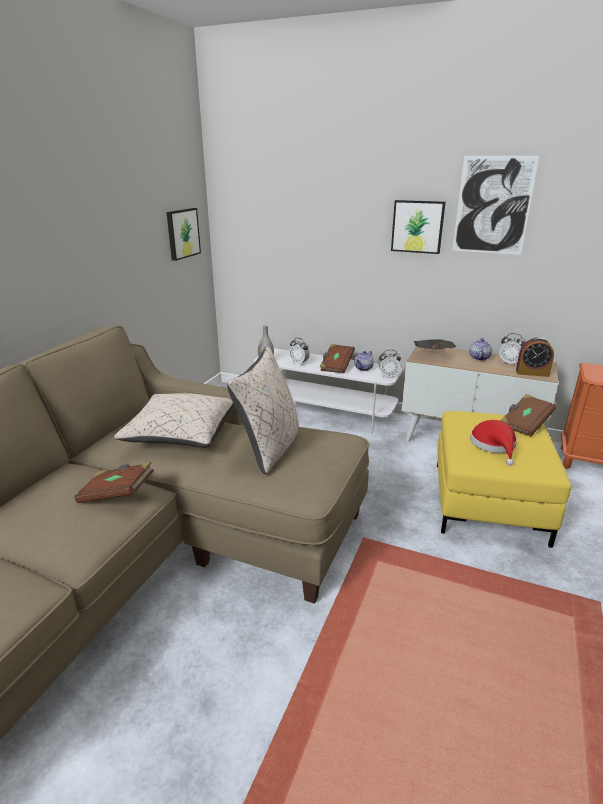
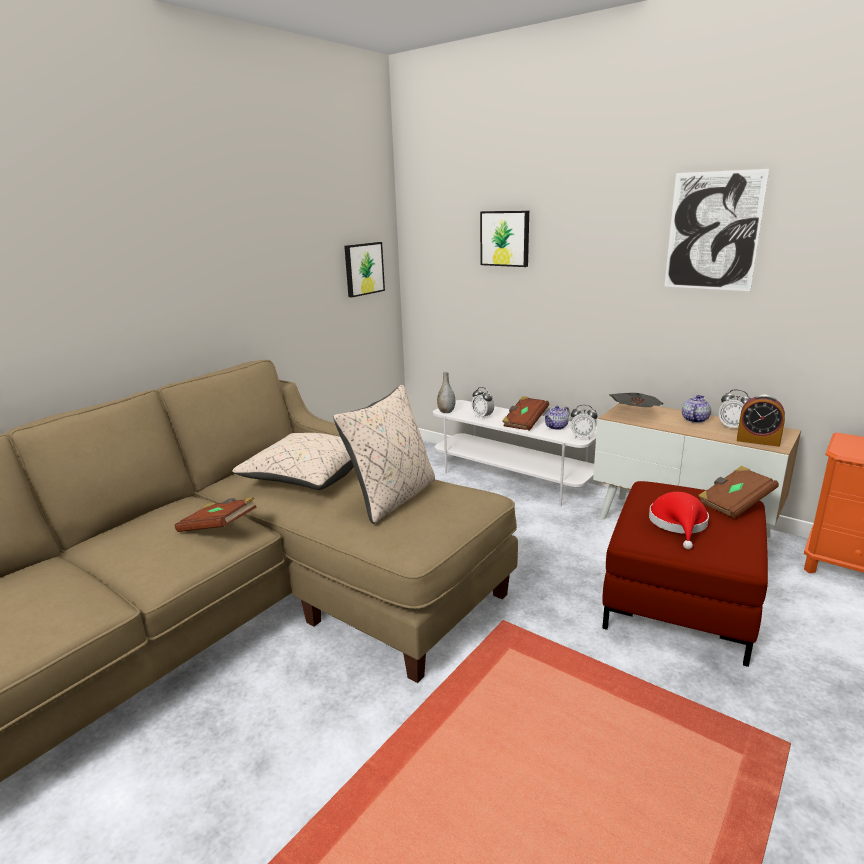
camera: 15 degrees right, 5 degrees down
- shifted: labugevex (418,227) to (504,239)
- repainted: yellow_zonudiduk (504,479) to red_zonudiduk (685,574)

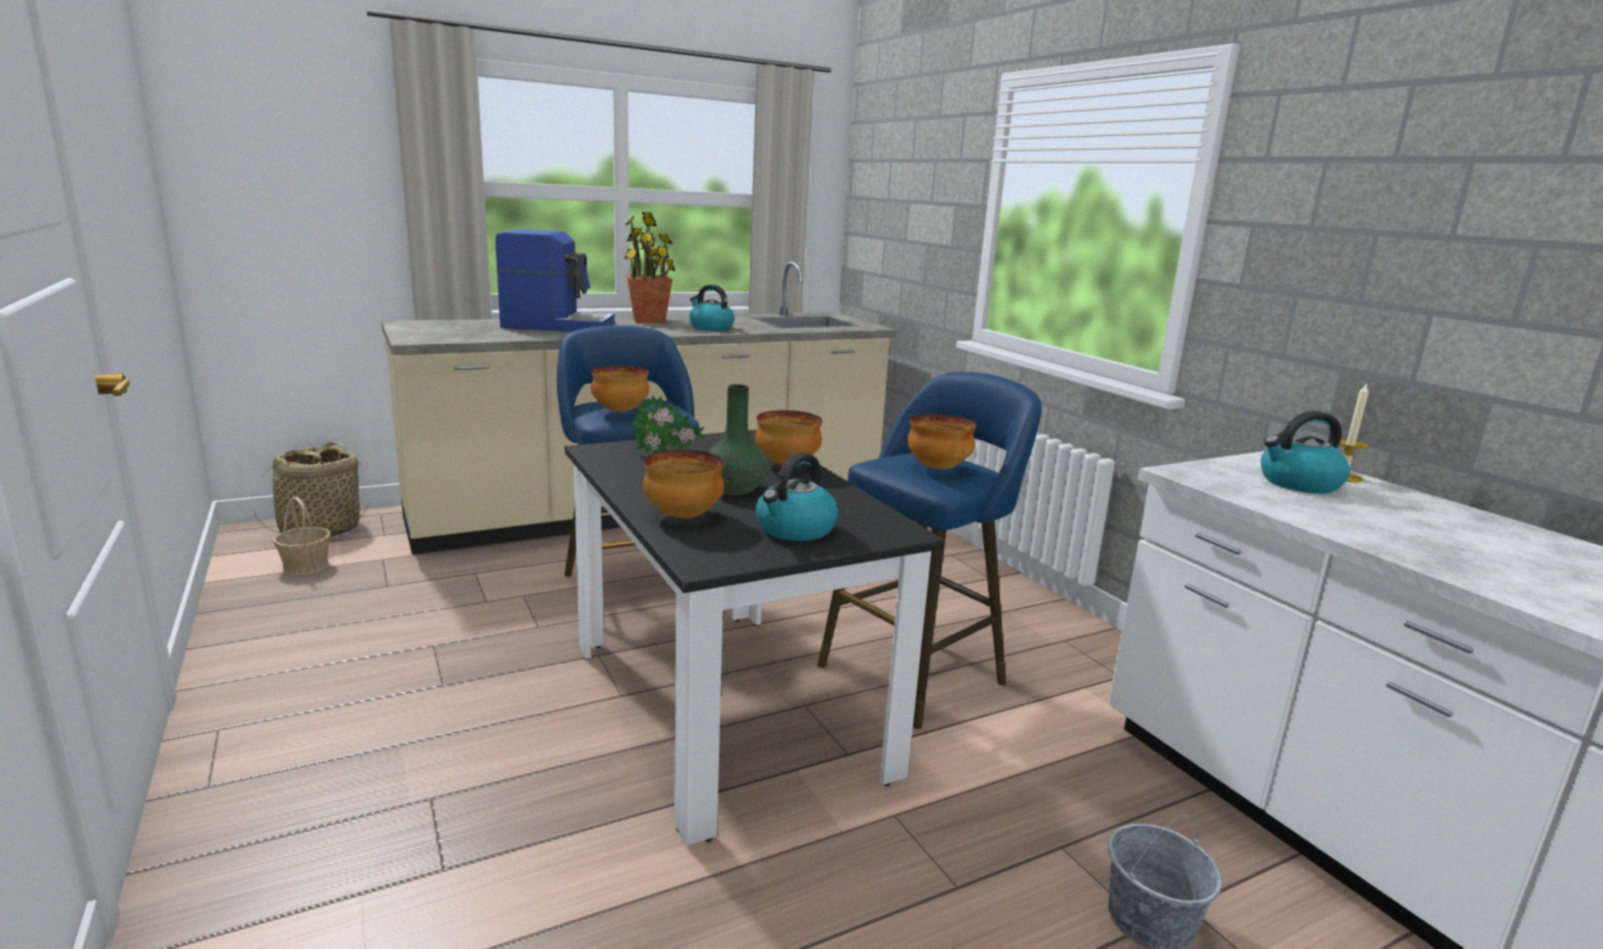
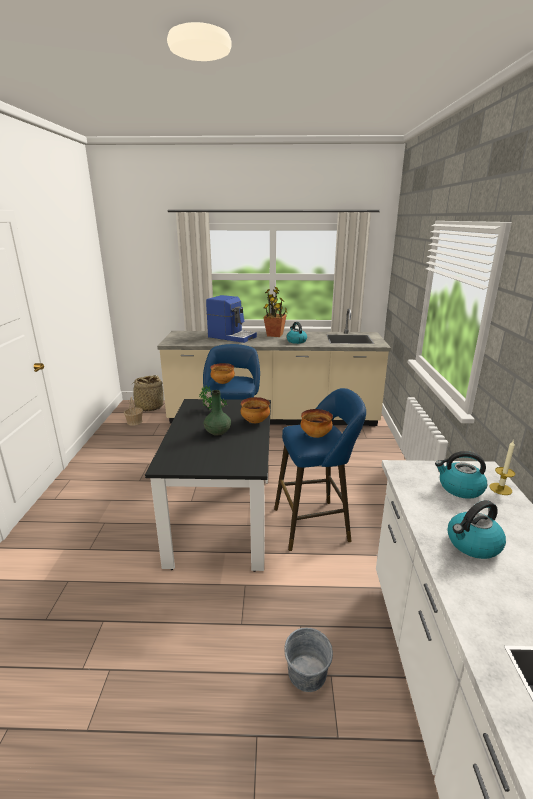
camera: 30 degrees right, 5 degrees up
- gone: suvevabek (683,484)
- shifted: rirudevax (797,496) to (477,529)

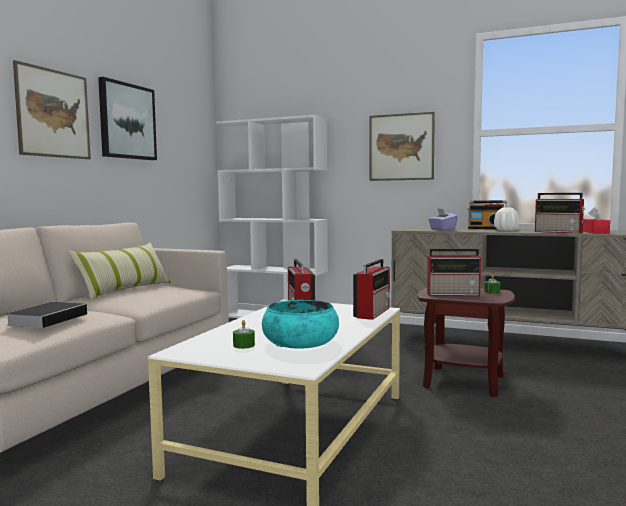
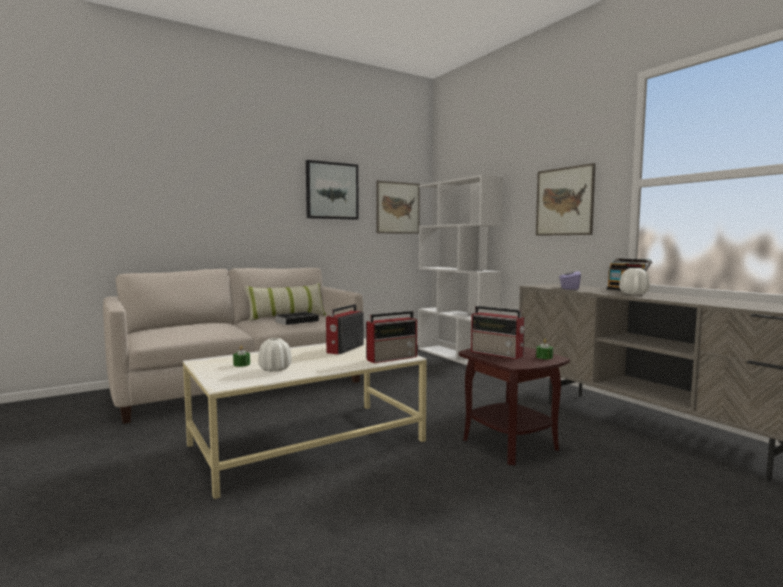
camera: 35 degrees right, 0 degrees up
- shifted: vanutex (49,315) to (297,318)
- shifted: labugevex (52,109) to (398,207)
- swapped: turquoise_suvevabek (300,324) to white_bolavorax (275,355)
- gone: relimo (560,213)
- gone: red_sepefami (596,220)

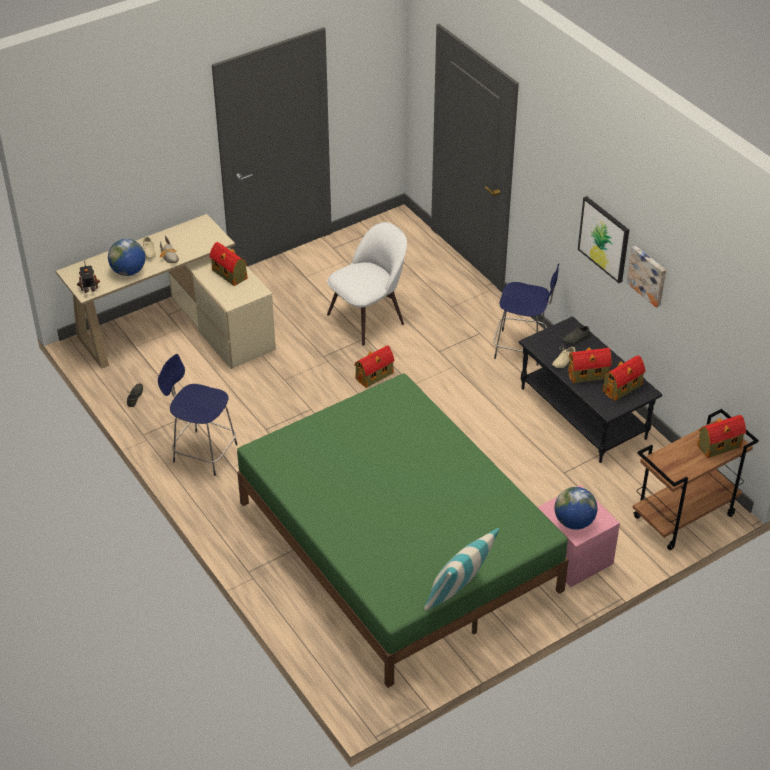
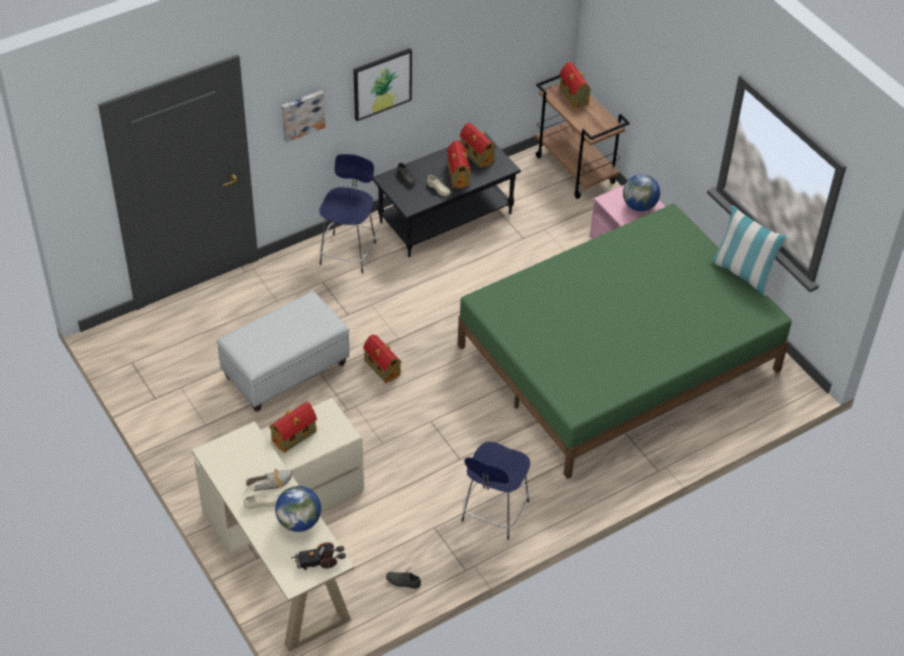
camera: 90 degrees left, 5 degrees up
- swapped: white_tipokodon (367,284) to white_zonudiduk (283,351)
- shifted: labugevex (646,277) to (304,116)

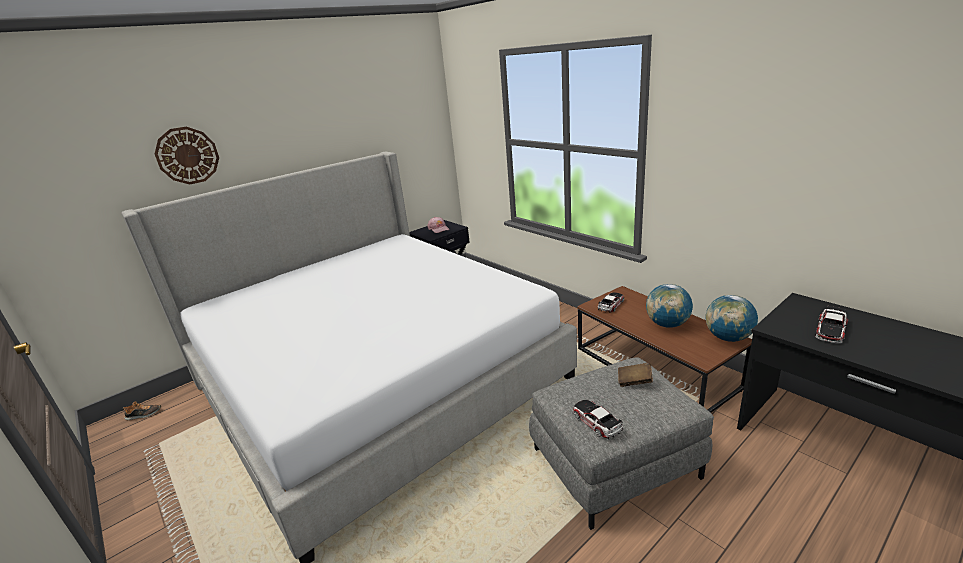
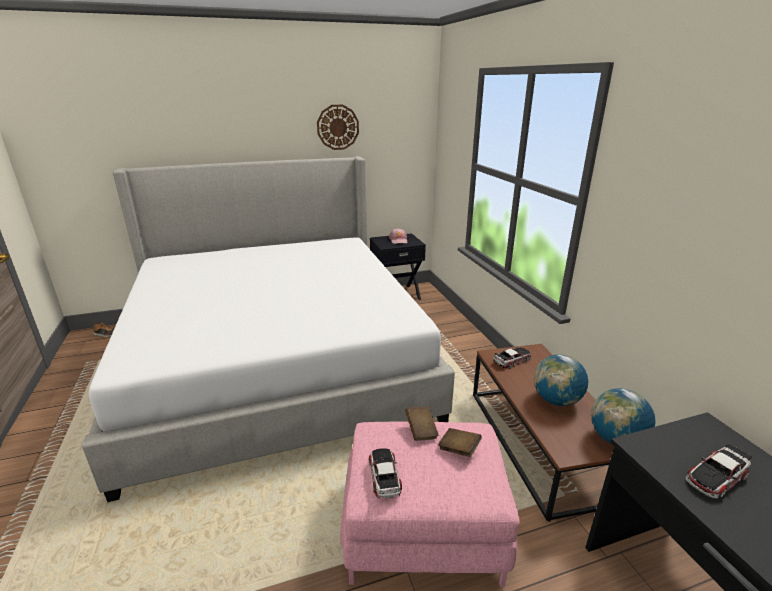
camera: 20 degrees right, 0 degrees up
- shifted: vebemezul (187,156) to (338,127)
- repainted: grey_zonudiduk (621,443) to pink_zonudiduk (430,504)
- new: brown_vanutex (422,423)

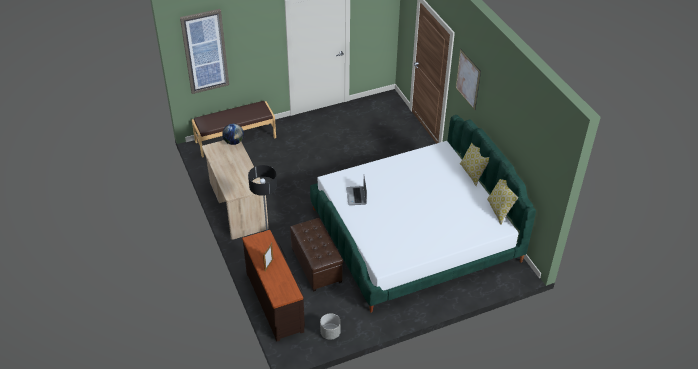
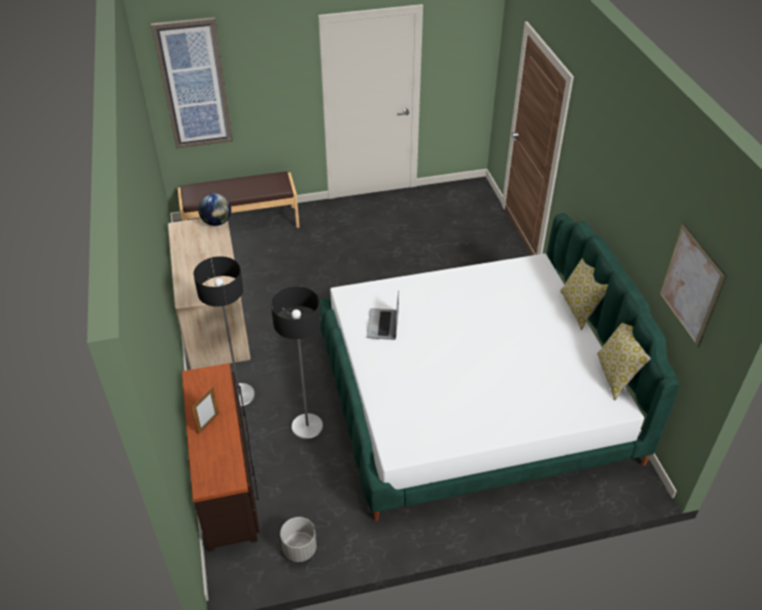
camera: 10 degrees right, 0 degrees up
- swapped: brown_zonudiduk (316,255) to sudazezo (297,363)
- shifted: labugevex (468,79) to (693,285)

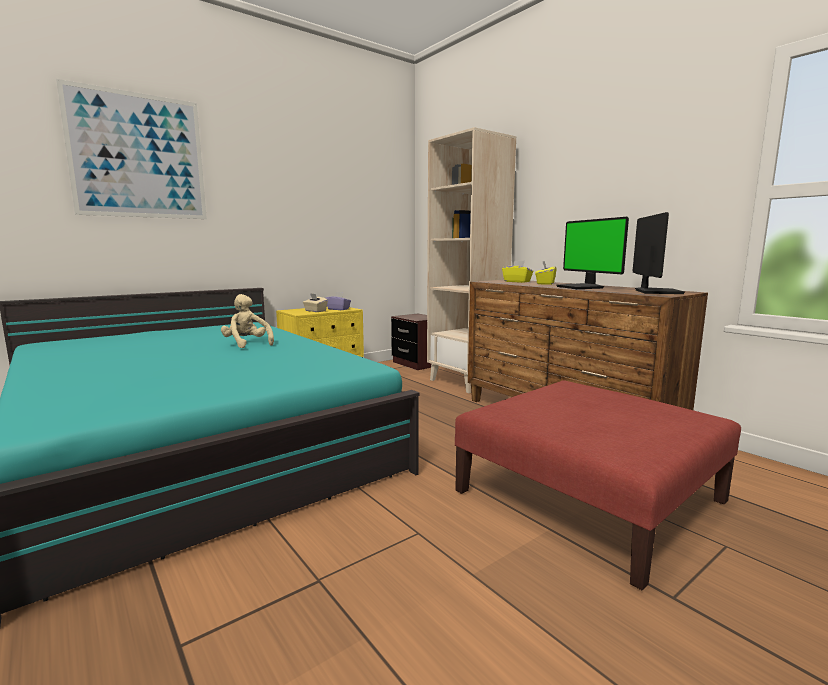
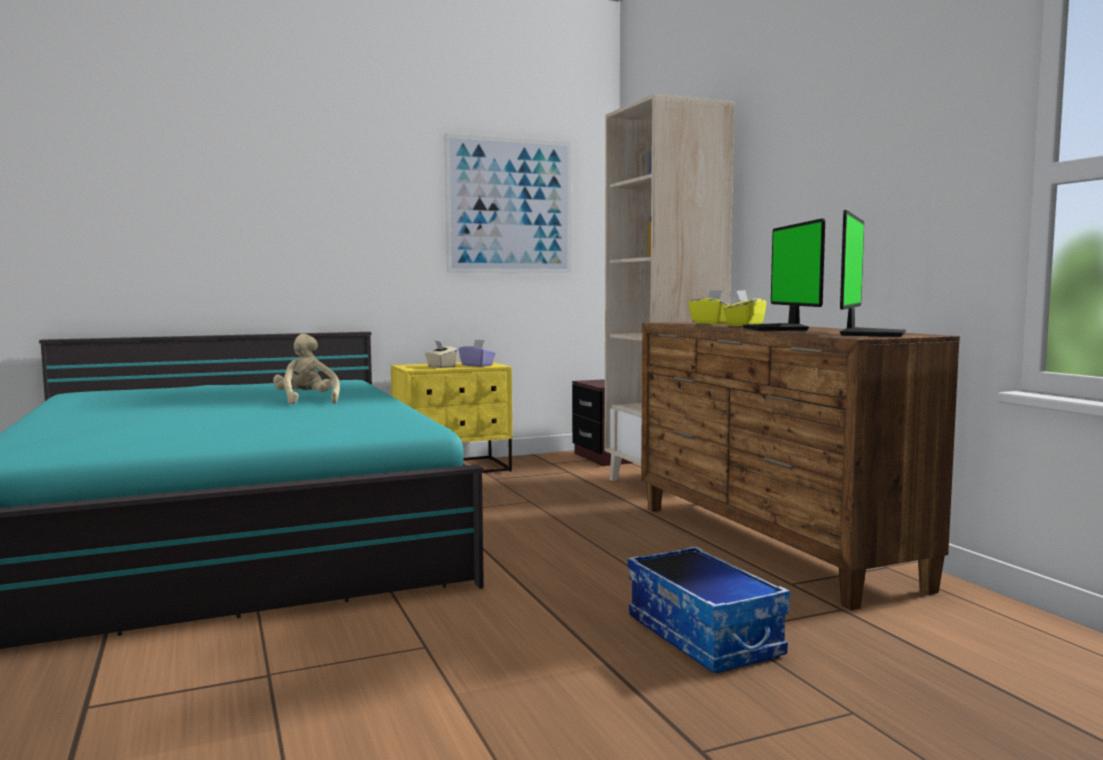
camera: 15 degrees right, 5 degrees down
- shifted: labugevex (131,149) to (507,203)
- swapped: red_zonudiduk (598,485) to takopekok (708,609)

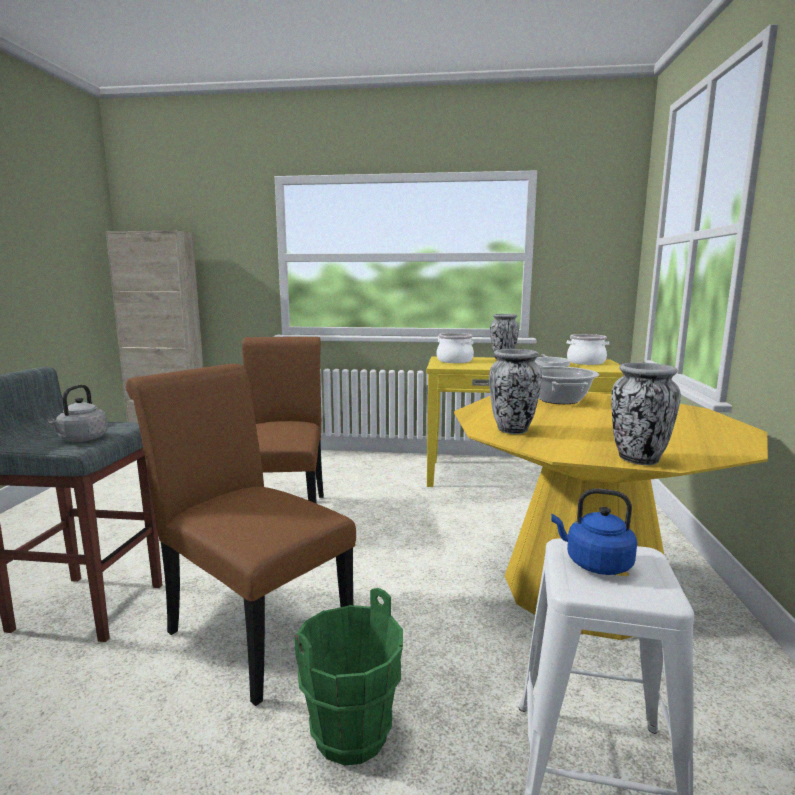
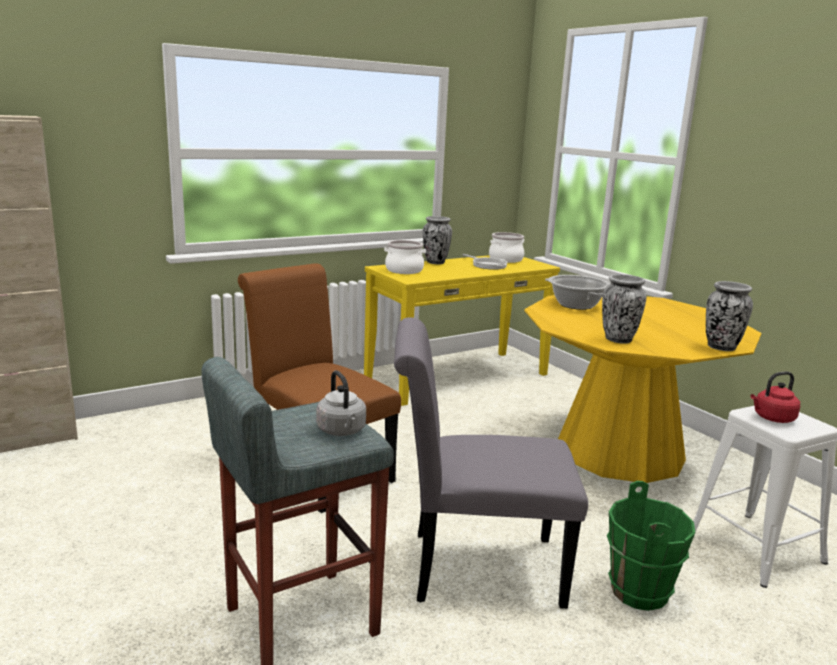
camera: 40 degrees left, 5 degrees up
- repainted: brown_tipokodon (241,534) to grey_tipokodon (491,463)
- repainted: blue_rirudevax (594,532) to red_rirudevax (775,397)

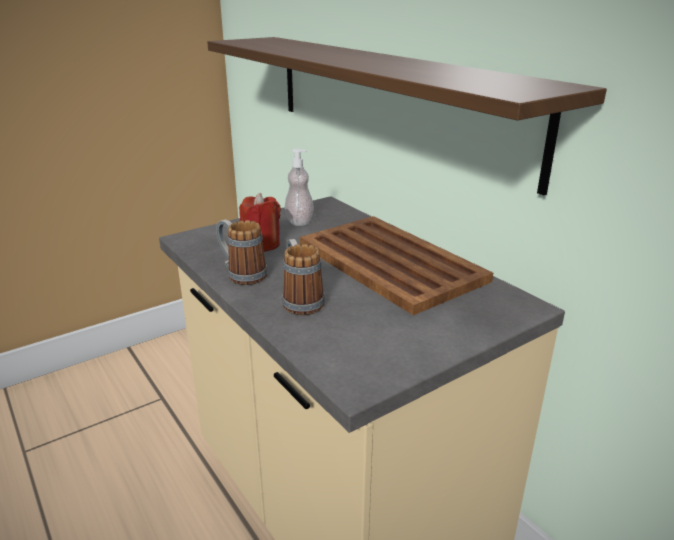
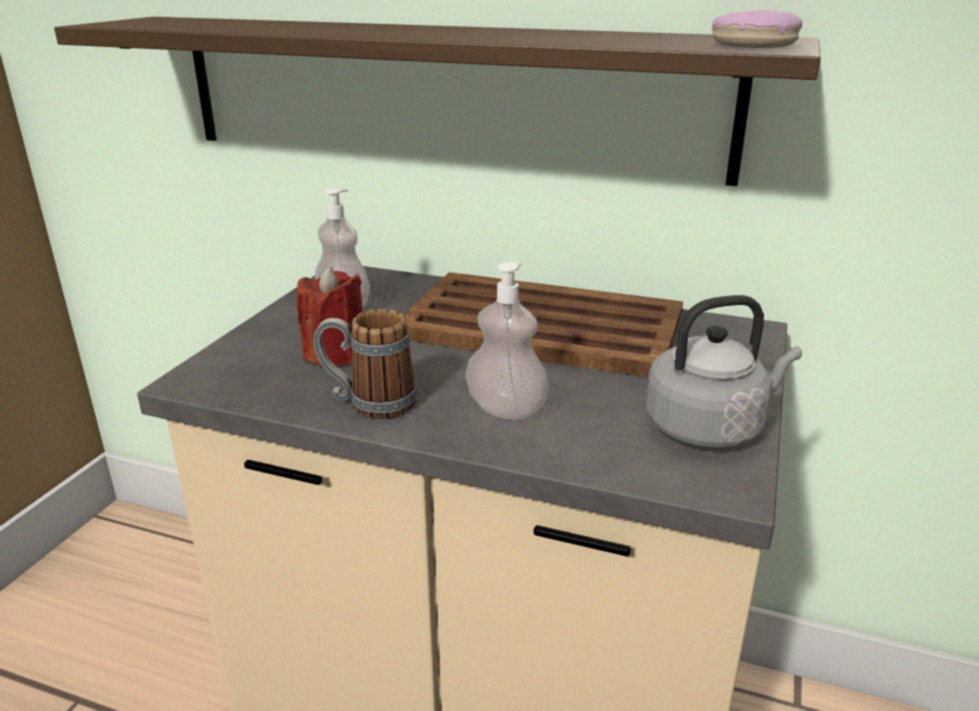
camera: 35 degrees left, 0 degrees up
- swapped: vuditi (303,277) to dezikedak (507,341)
- new: grey_rirudevax (724,372)
- new: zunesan (757,29)

